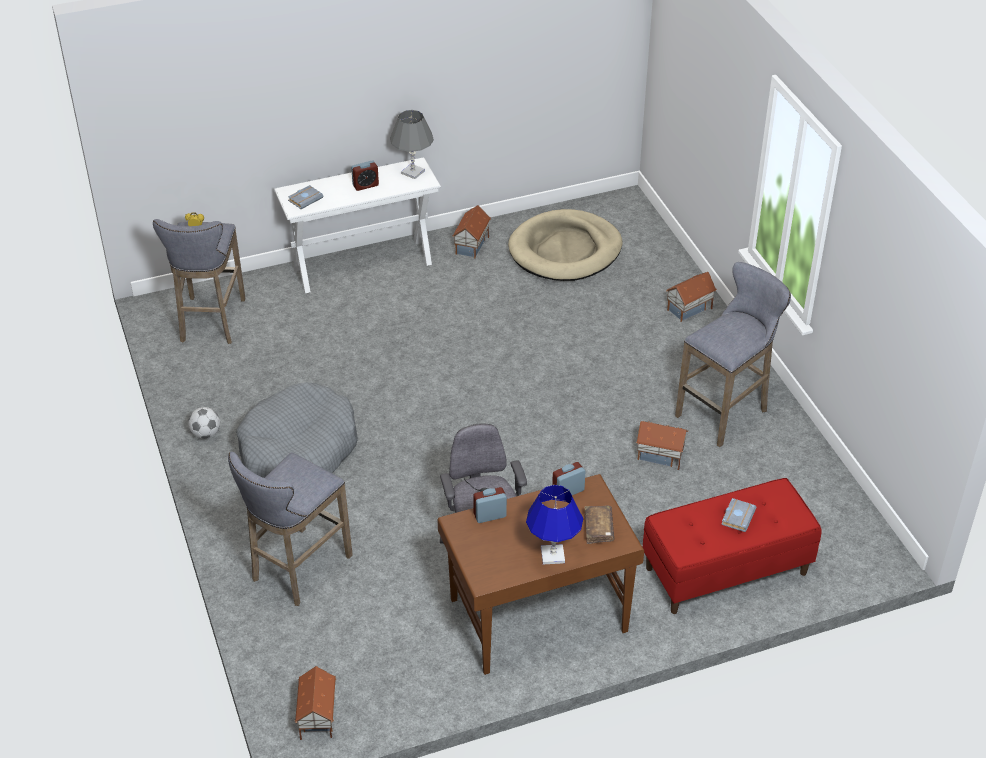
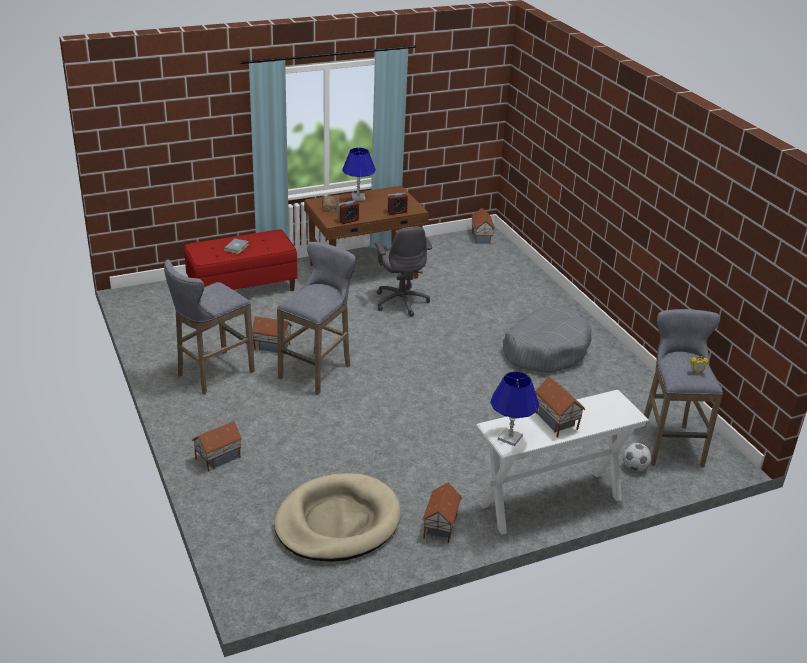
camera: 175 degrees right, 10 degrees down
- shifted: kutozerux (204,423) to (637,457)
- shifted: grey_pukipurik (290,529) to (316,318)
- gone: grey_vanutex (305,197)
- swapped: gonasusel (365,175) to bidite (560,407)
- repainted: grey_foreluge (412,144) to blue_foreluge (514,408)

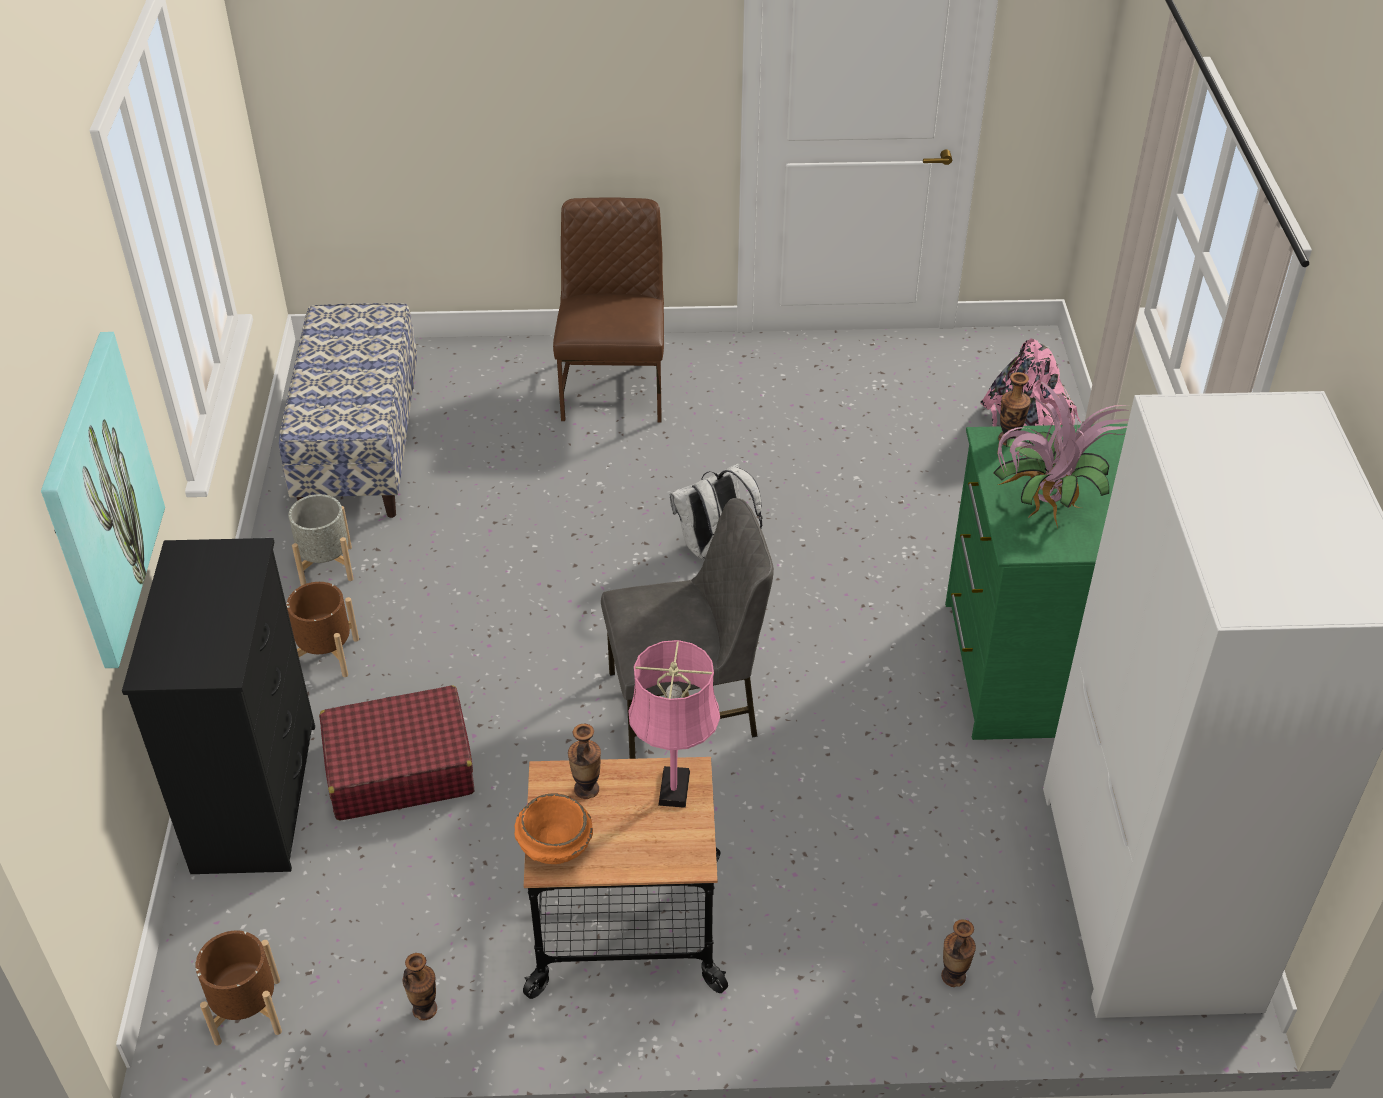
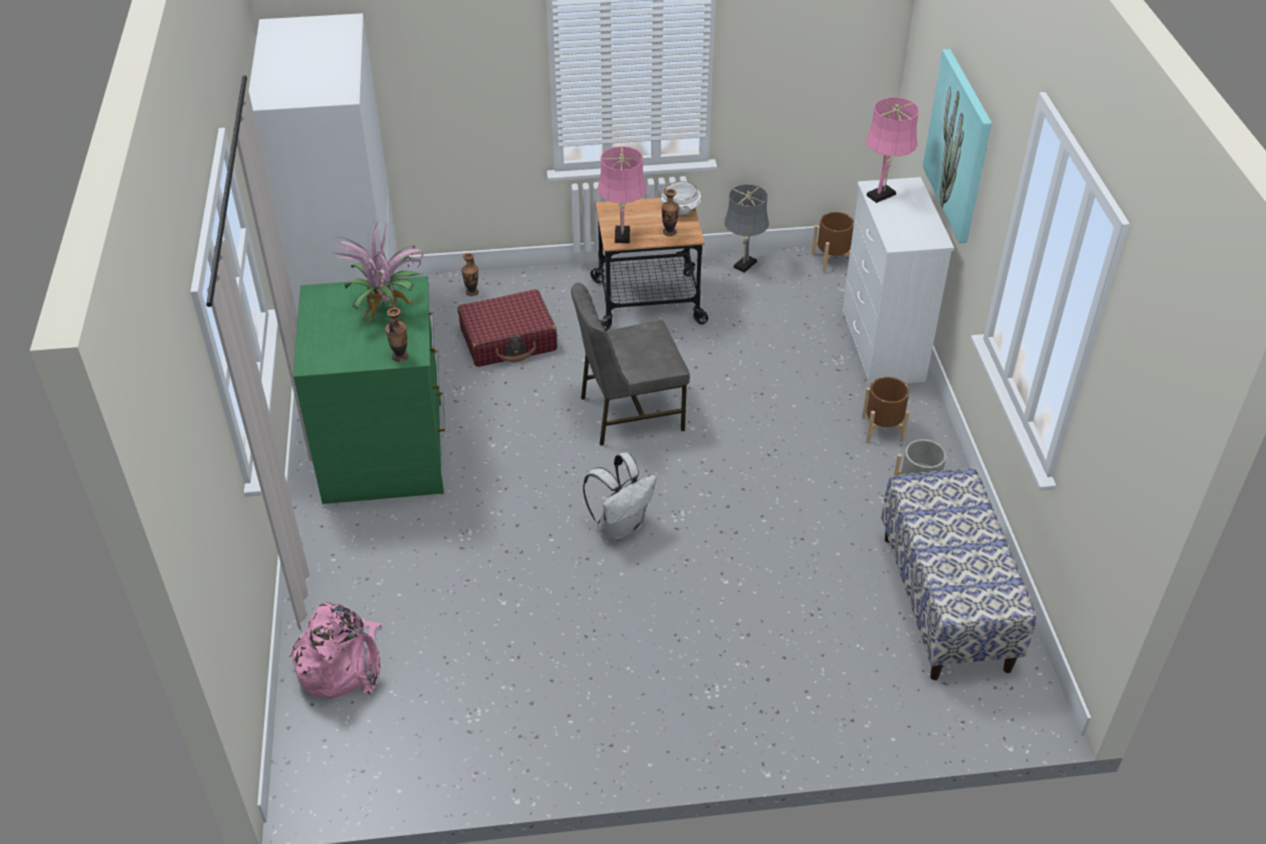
camera: 175 degrees right, 0 degrees up
- repainted: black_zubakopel (218,706) to white_zubakopel (898,282)
- shifted: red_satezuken (396,753) to (507,328)
- swapped: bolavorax (420,986) to grey_foreluge (746,228)
- repainted: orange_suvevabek (553,828) to white_suvevabek (680,198)
- gone: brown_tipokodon (608,310)
- new: pink_foreluge (892,150)

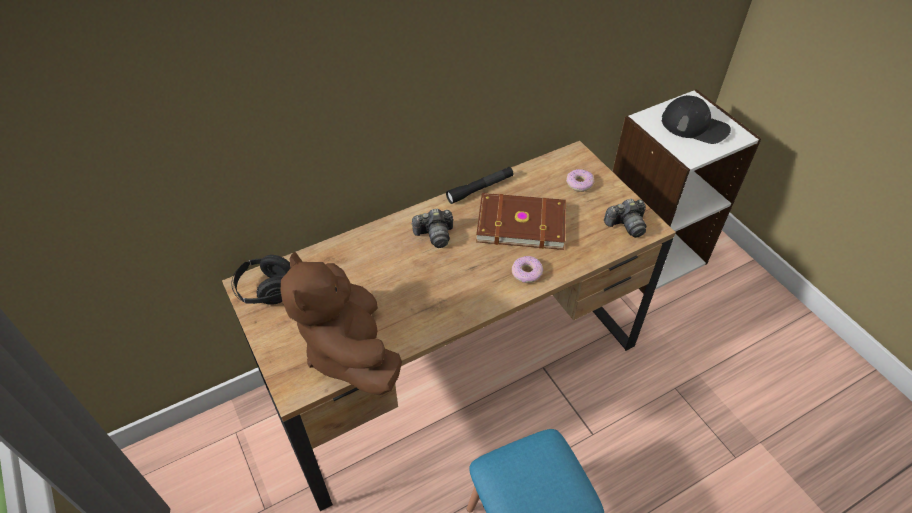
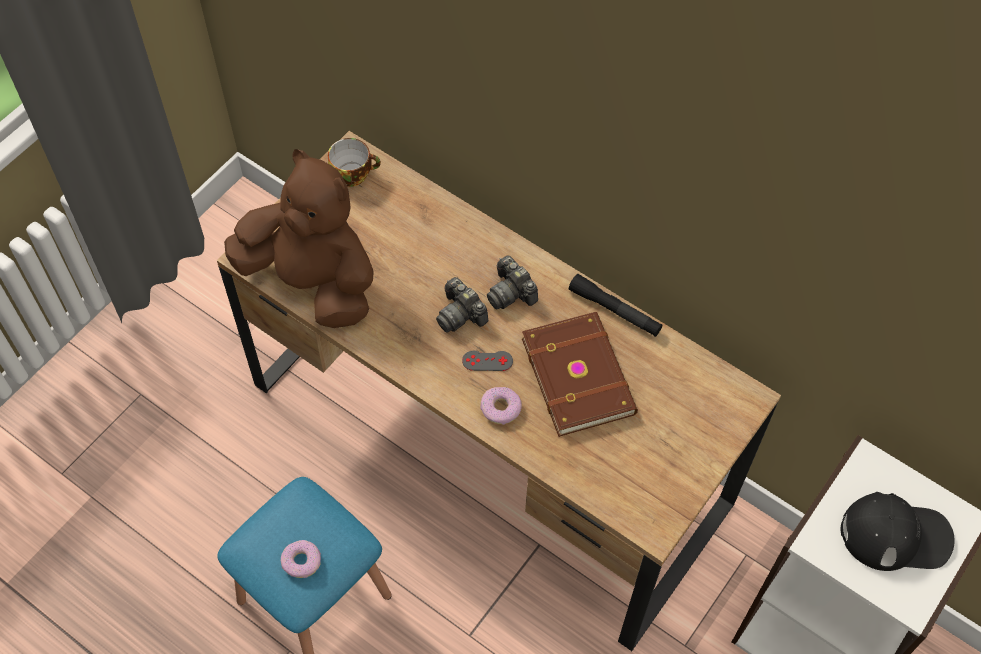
camera: 65 degrees right, 10 degrees up
- swapped: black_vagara (260,280) to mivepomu (354,162)
- rotated: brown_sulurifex (341,323) = (299,238) 75 degrees clockwise
- shifted: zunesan (580,180) to (301,559)
- shifted: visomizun (625,218) to (462,305)
- rotated: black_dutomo (696,119) = (898,531) 90 degrees counterclockwise
- new: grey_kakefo (487,361)

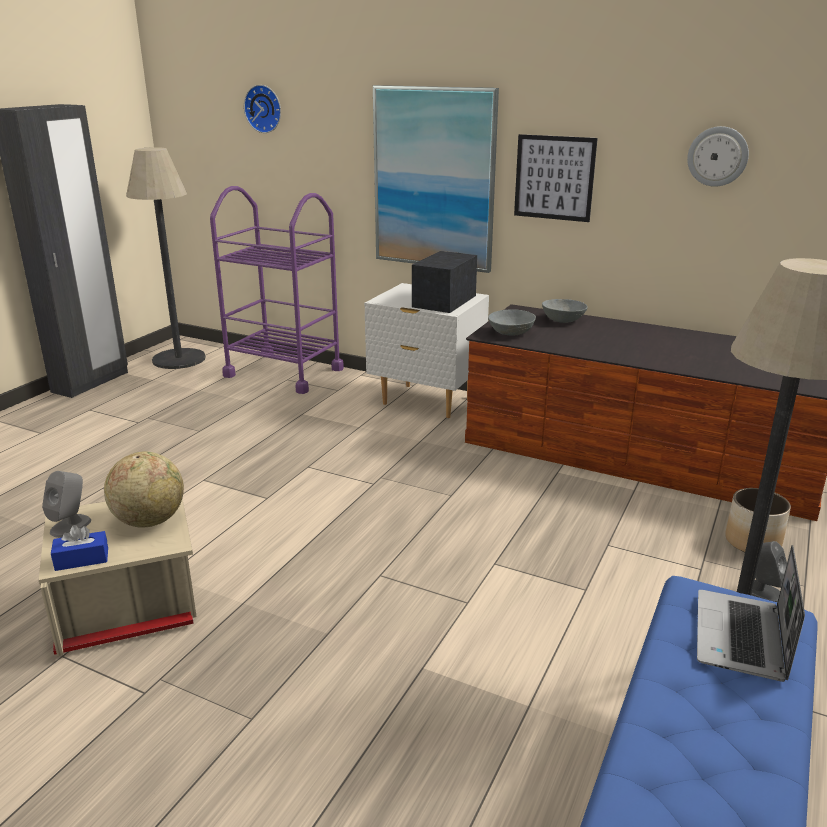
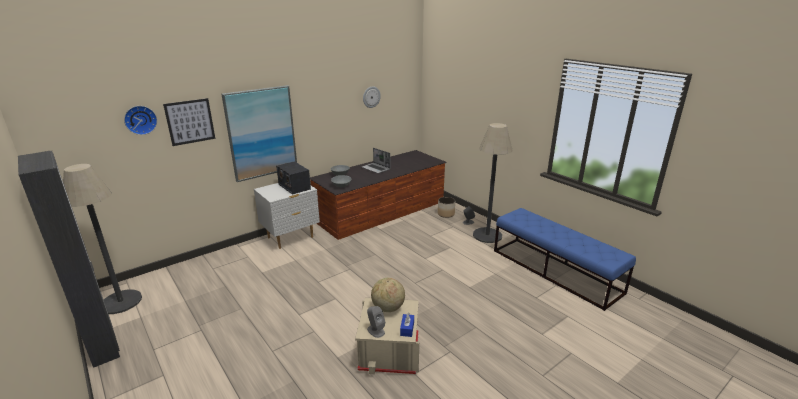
camera: 65 degrees left, 0 degrees up
- gone: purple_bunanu (277,290)
- shifted: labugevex (556,178) to (189,122)
- shifted: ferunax (751,613) to (376,160)

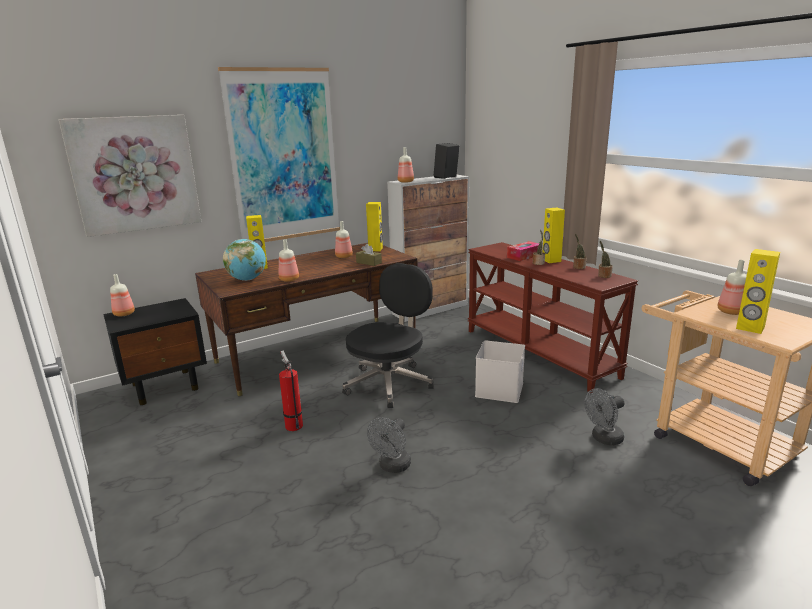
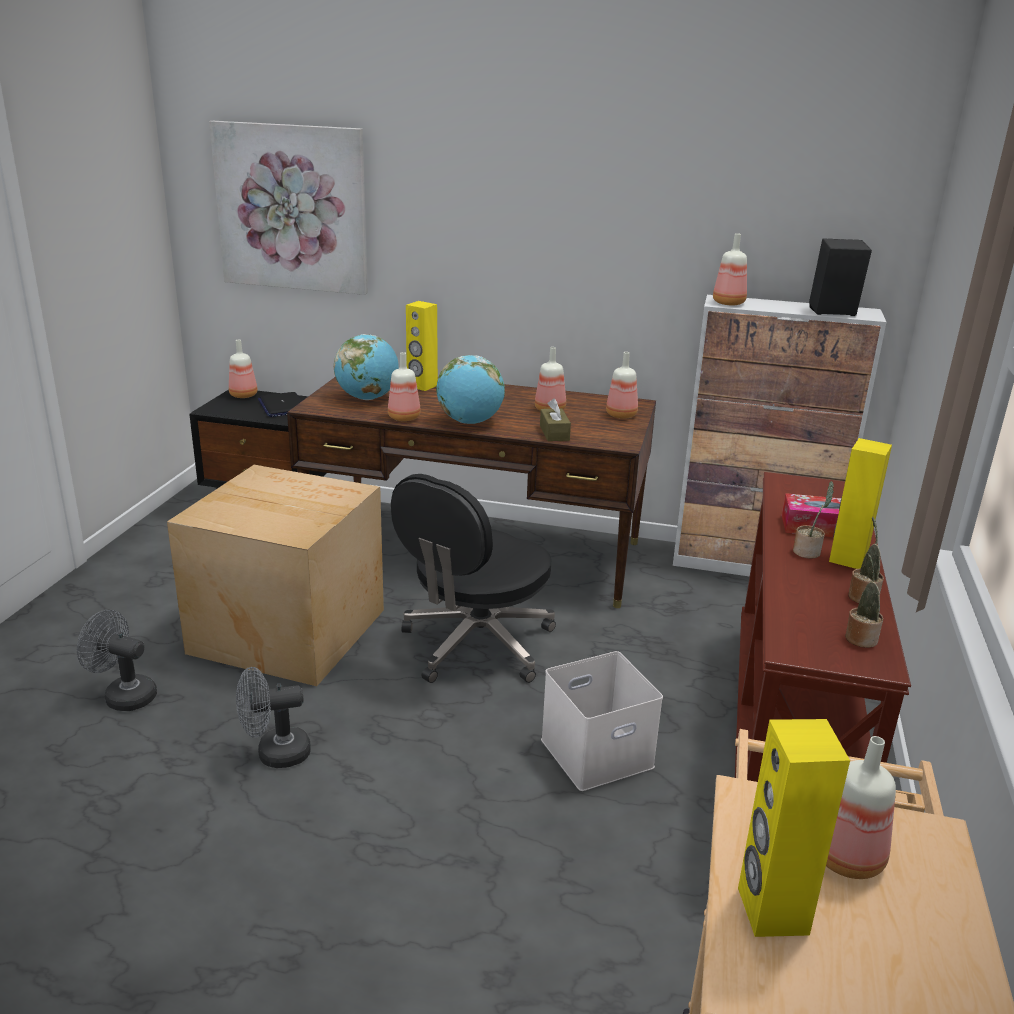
camera: 45 degrees right, 5 degrees up
- gone: labugevex (279,154)
- swapped: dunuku (291,391) to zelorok (275,575)
- rotated: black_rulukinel (388,335) = (473,578) 135 degrees clockwise
- swapped: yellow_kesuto (374,226) to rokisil (622,385)
- shifted: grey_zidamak (604,416) to (117,660)
- new: ferunax (280,404)
- new: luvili (470,389)

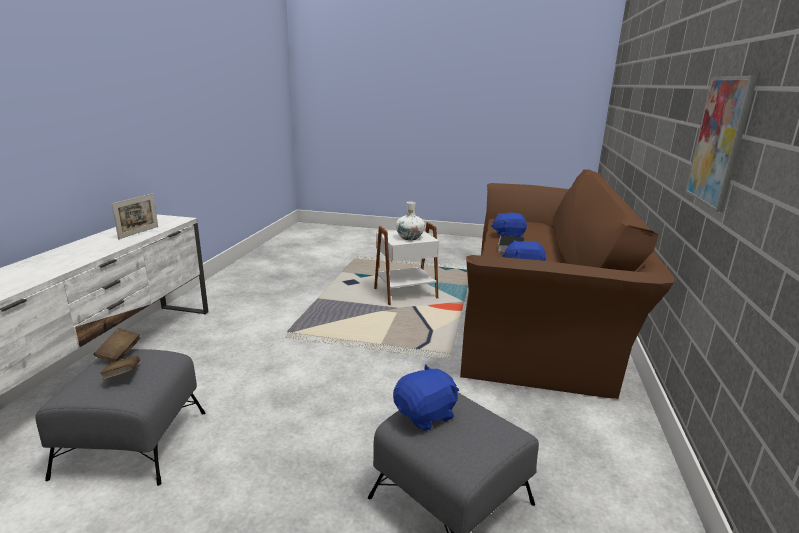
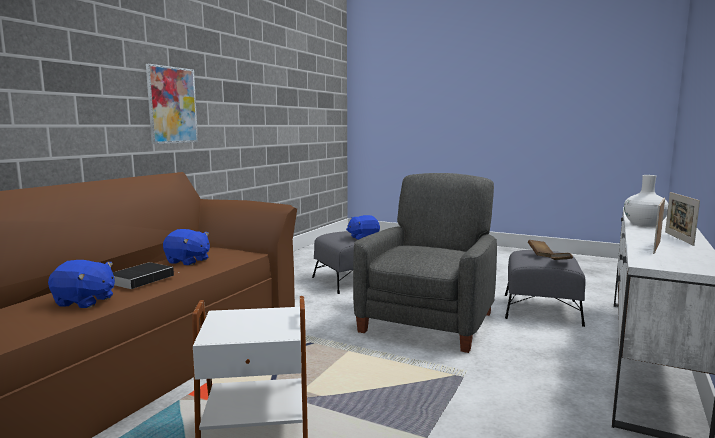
camera: 165 degrees left, 10 degrees down
- shifted: white_bolavorax (410,221) to (646,200)
- new: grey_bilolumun (425,263)
- new: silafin (682,219)

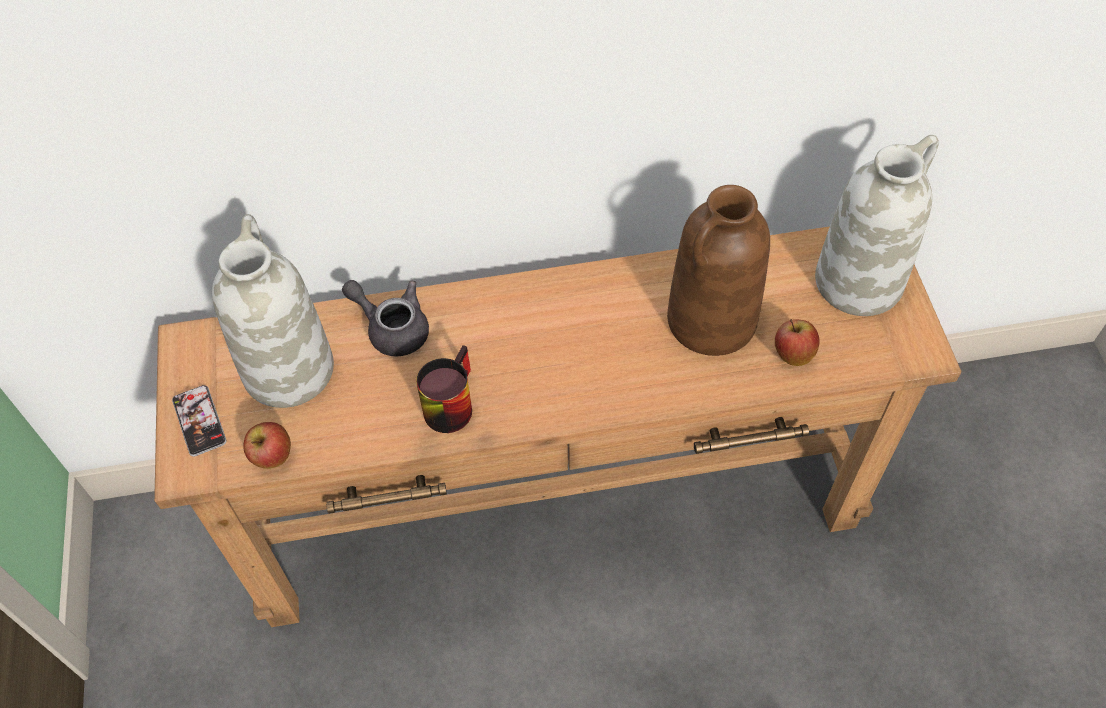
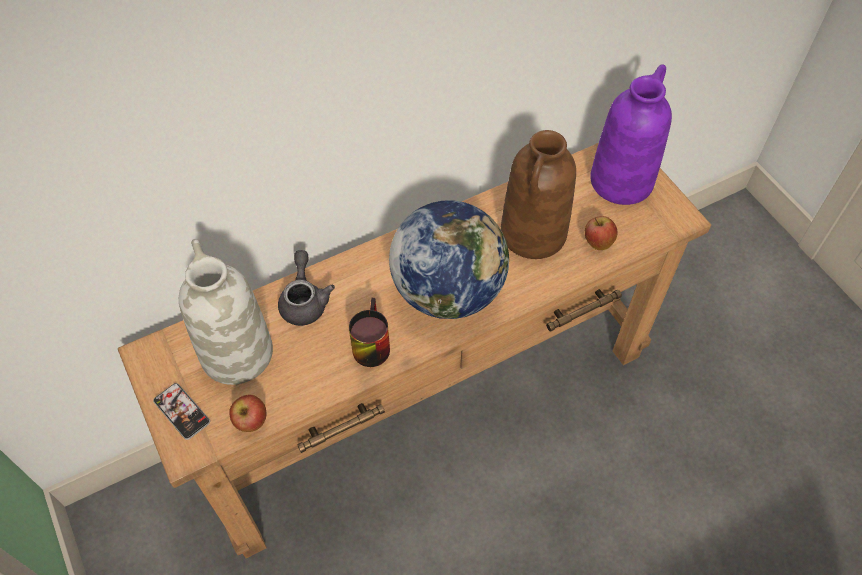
camera: 20 degrees left, 0 degrees up
- rotated: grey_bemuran (385,318) = (306,288) 75 degrees clockwise
- repainted: white_bolavorax (877,225) to purple_bolavorax (631,134)
- new: luvili (449,259)

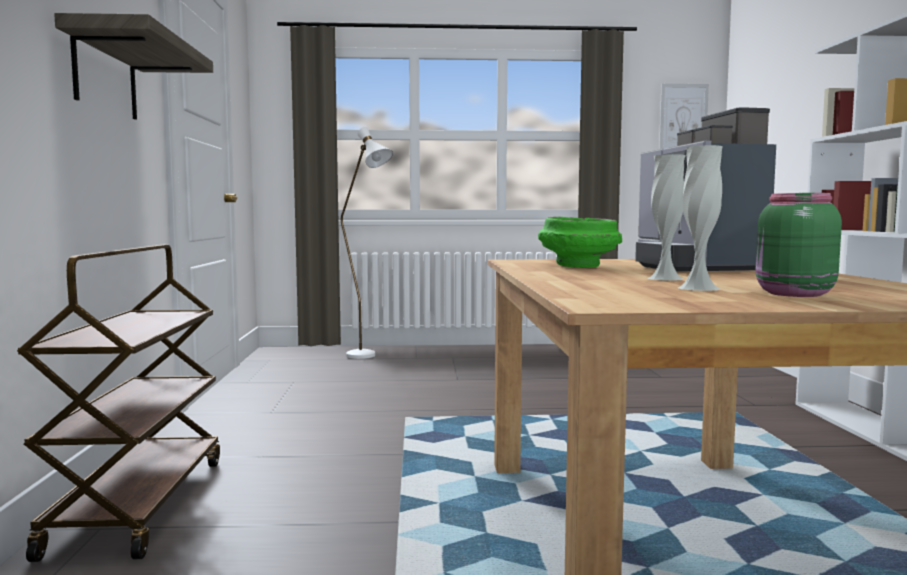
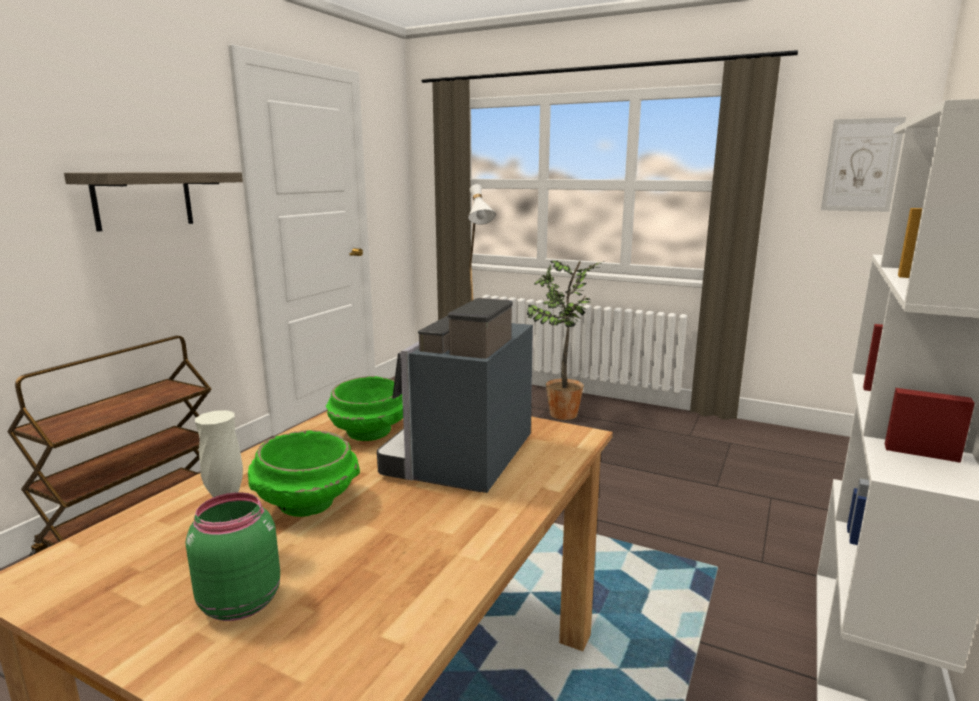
camera: 30 degrees right, 10 degrees up
- swapped: white_bolavorax (667,217) to green_suvevabek (304,473)
- new: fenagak (565,340)

